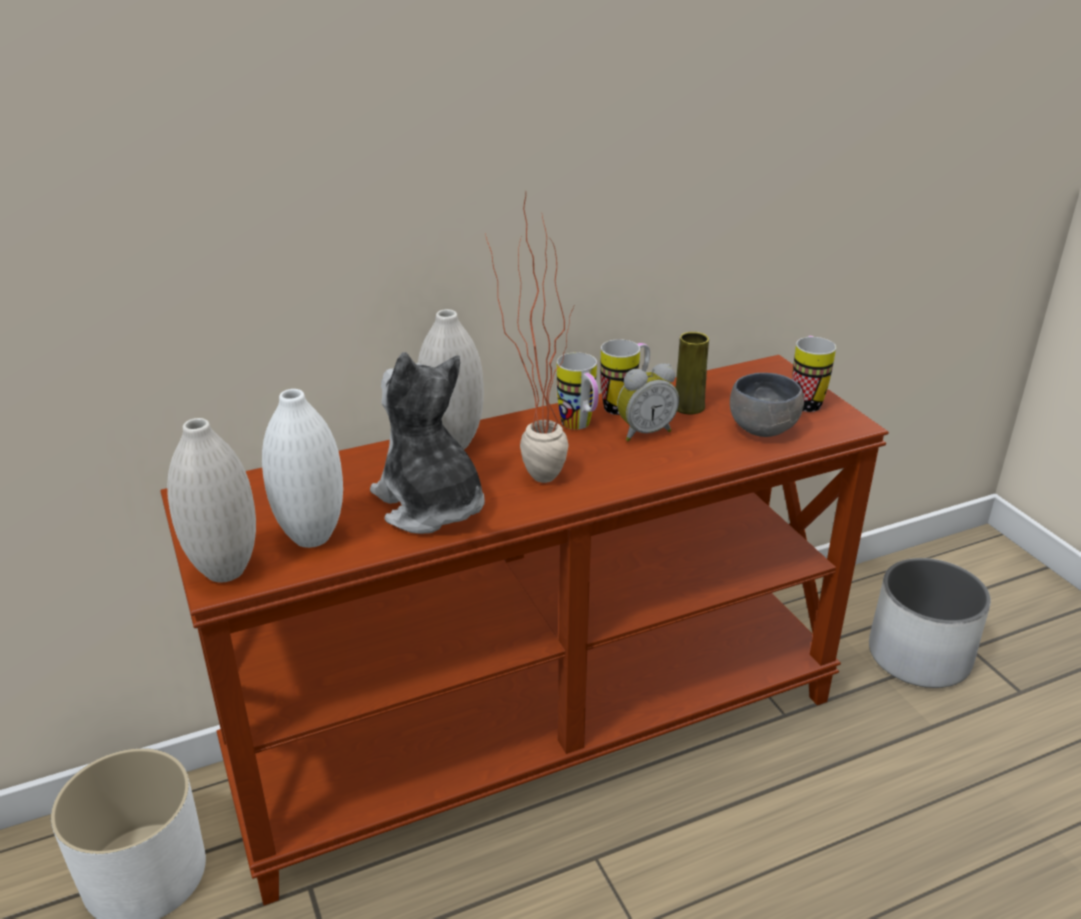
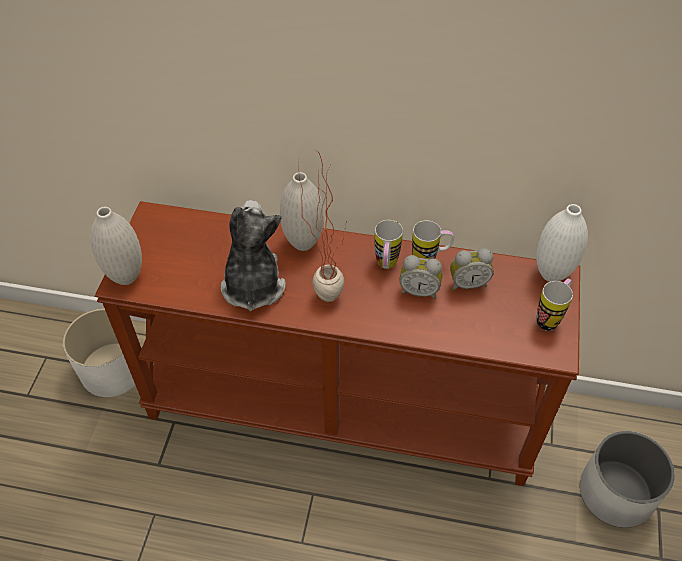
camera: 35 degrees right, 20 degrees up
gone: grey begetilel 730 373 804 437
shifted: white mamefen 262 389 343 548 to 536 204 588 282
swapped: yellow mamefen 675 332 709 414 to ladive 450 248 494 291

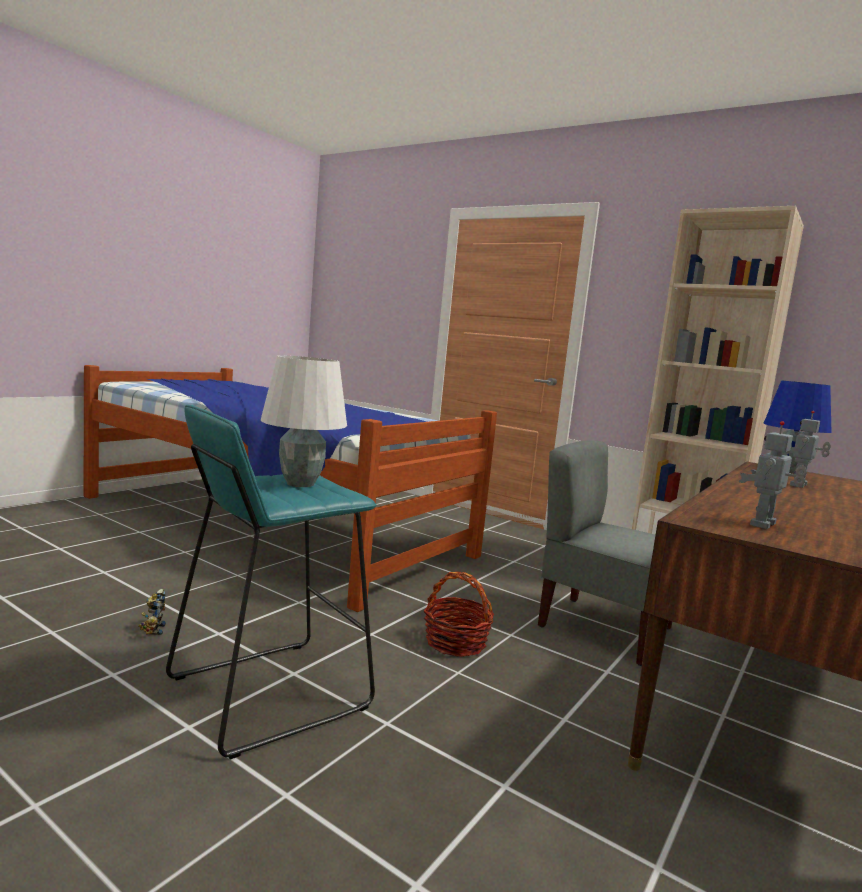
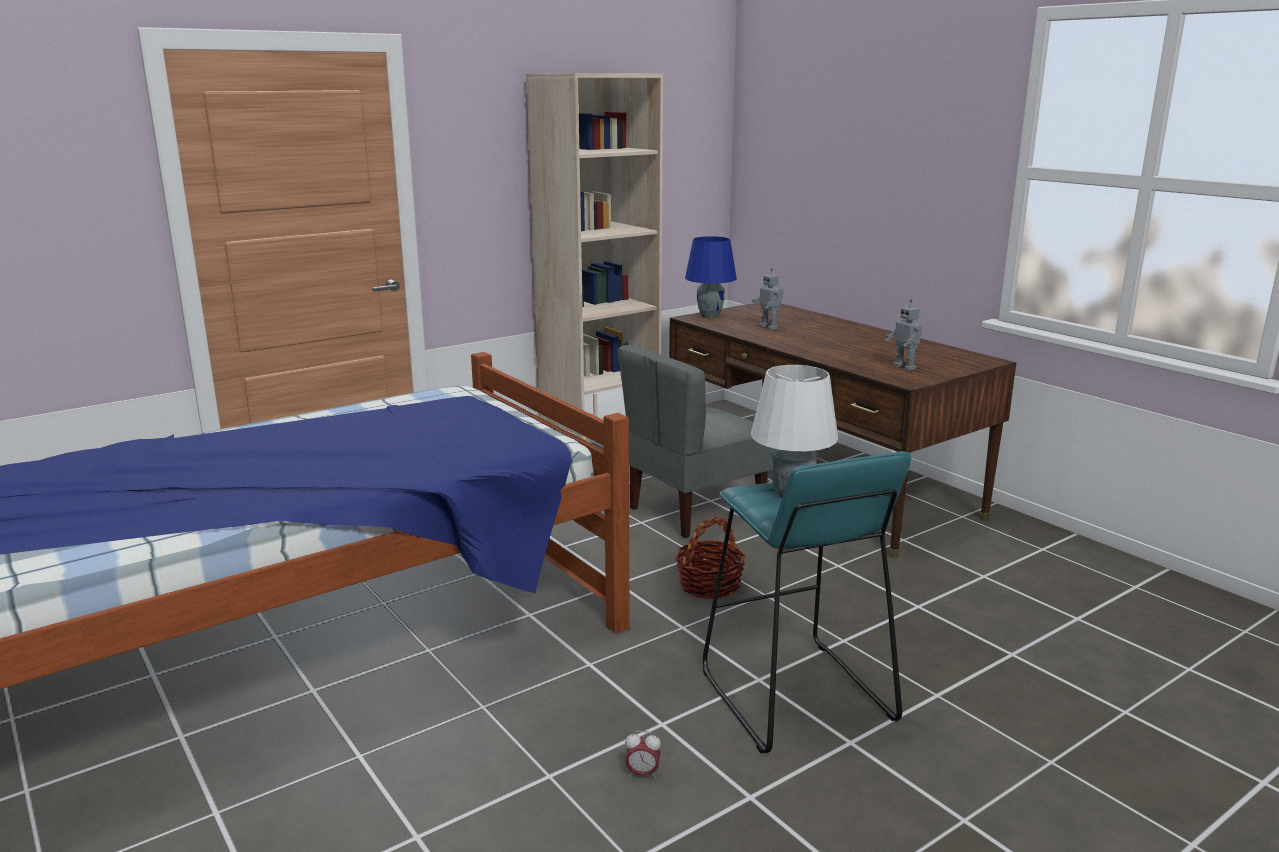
camera: 70 degrees left, 10 degrees up
swapped: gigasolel 138 589 166 635 to ladive 625 731 661 779

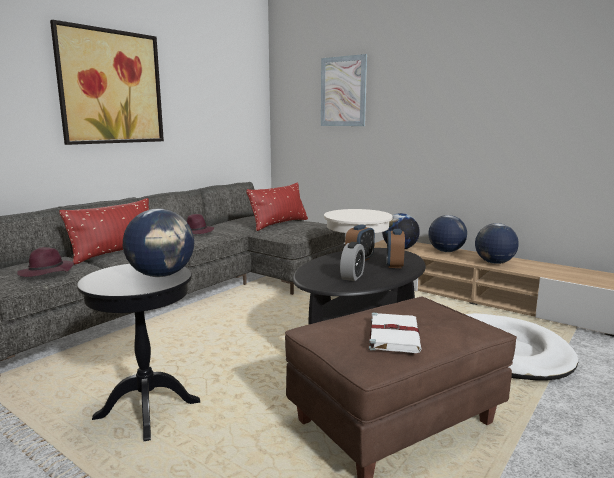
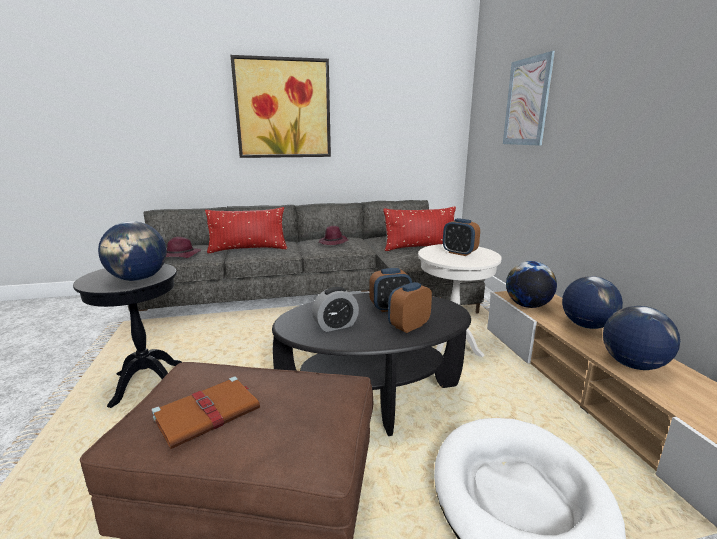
camera: 40 degrees right, 5 degrees up
new: ladive 443 218 480 256
repainted: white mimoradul 369 313 422 353 to brown mimoradul 151 377 260 449

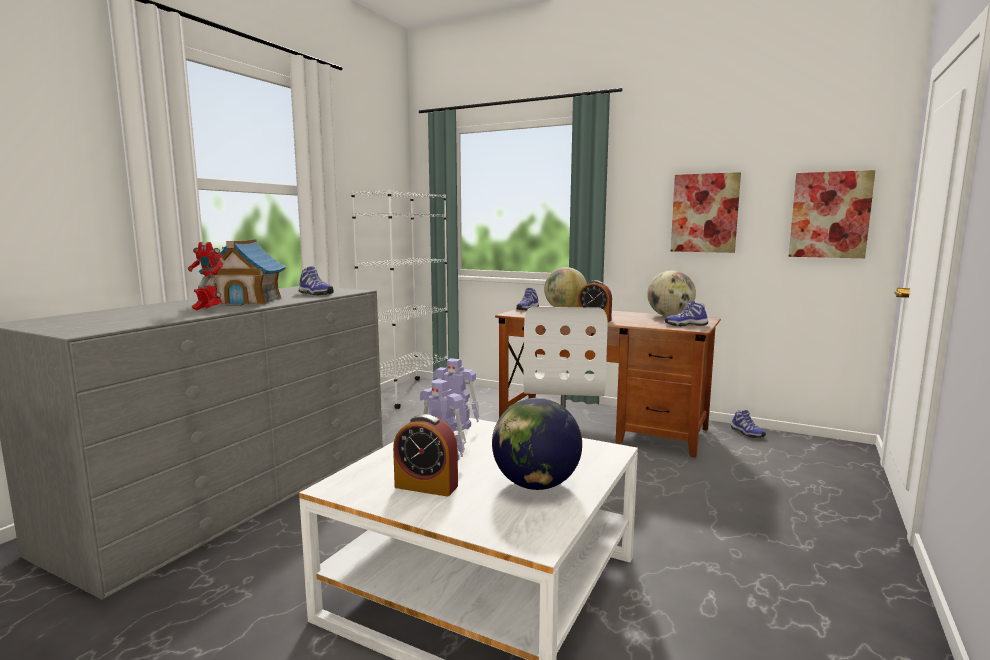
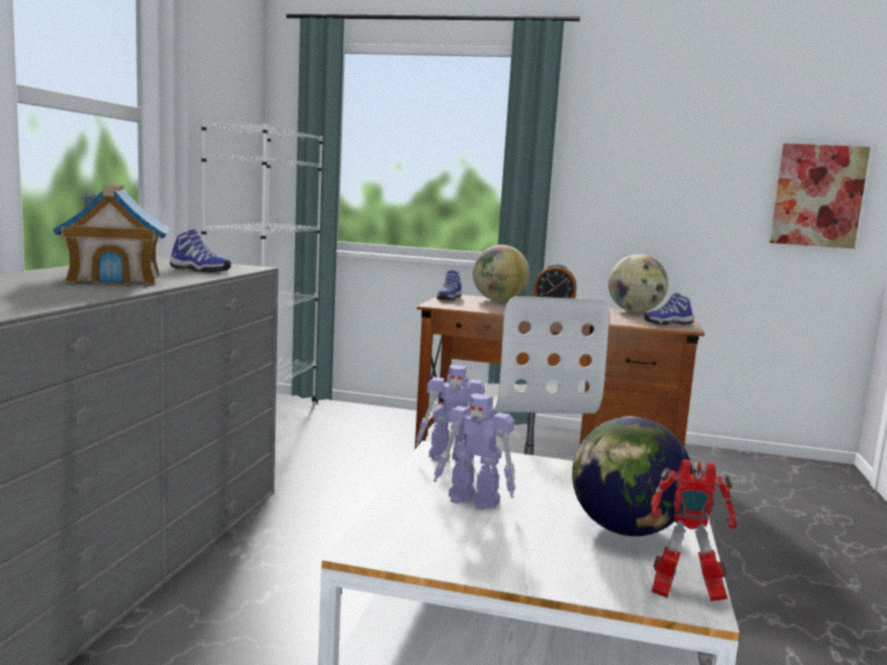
camera: 15 degrees left, 0 degrees up
gone: ladive 393 414 458 497; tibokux 671 172 741 253; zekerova 731 410 766 438
shifted: gigasolel 188 242 225 310 to 651 459 737 602

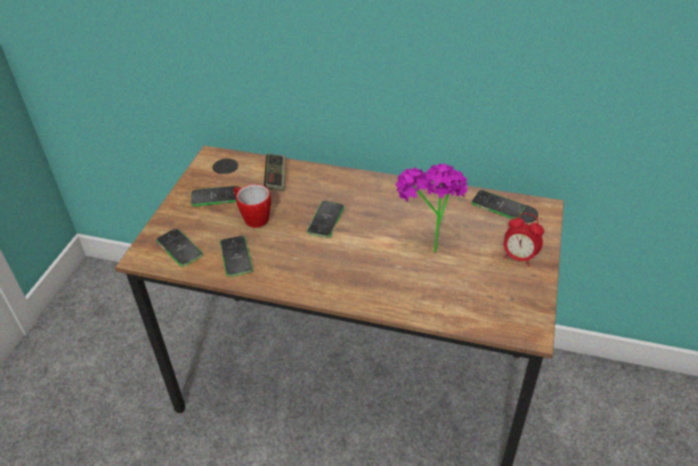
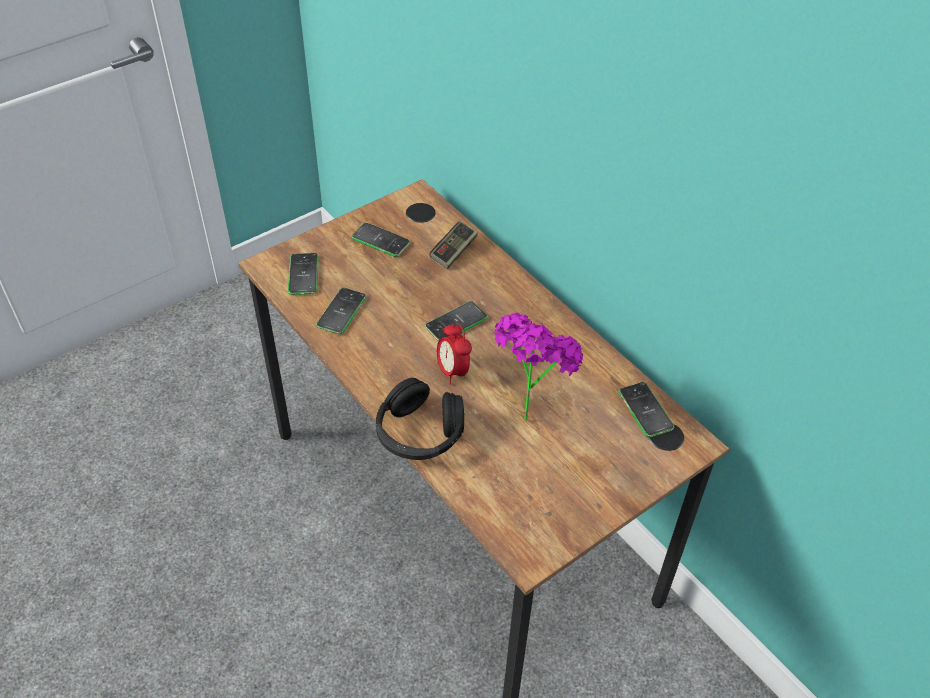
camera: 35 degrees right, 5 degrees up
gone: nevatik 234 184 271 228
new: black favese 376 378 465 460
shifted: ladive 504 213 544 267 to 437 323 472 384

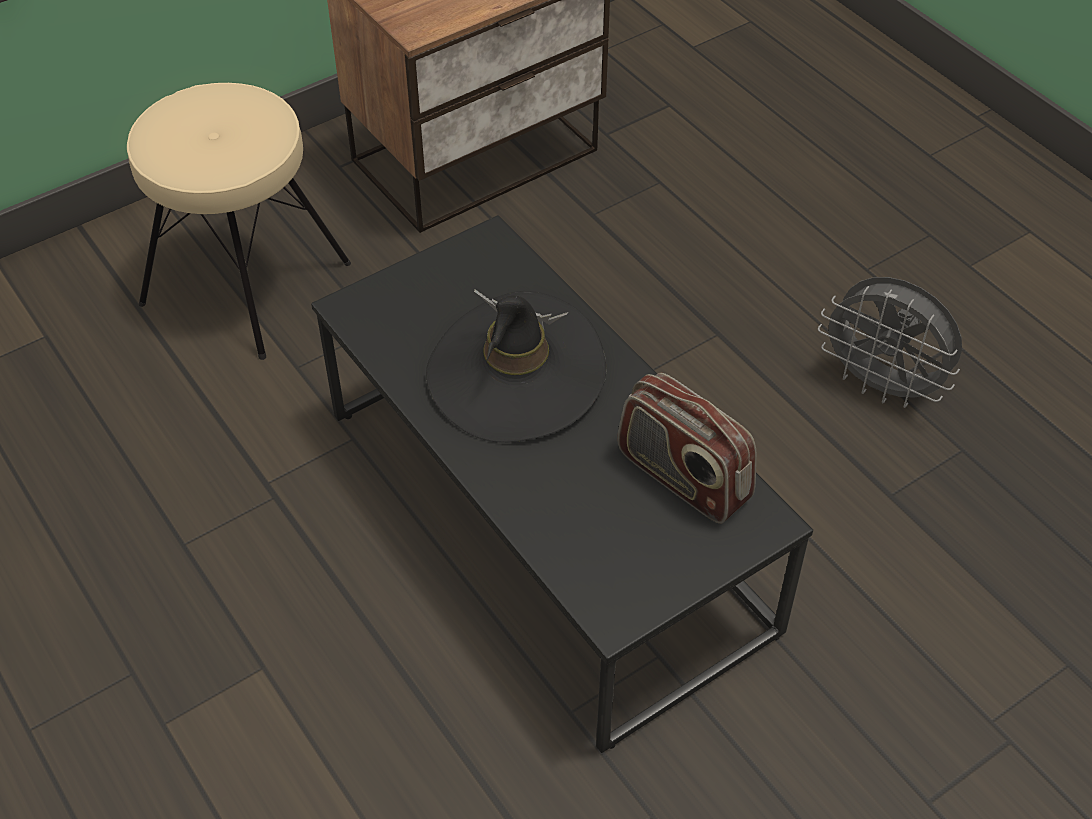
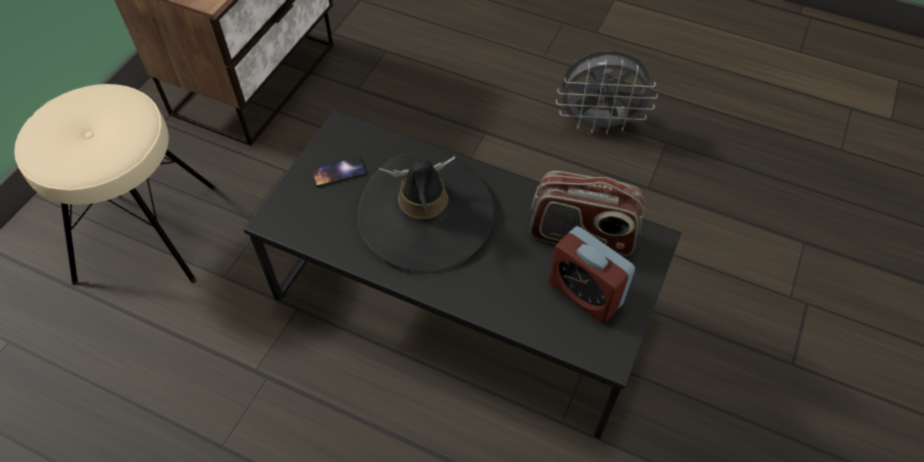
camera: 30 degrees left, 5 degrees up
new: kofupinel 311 156 366 187; ladive 549 226 635 323

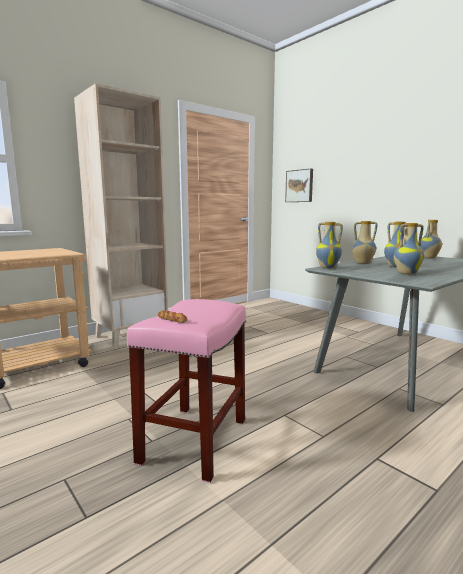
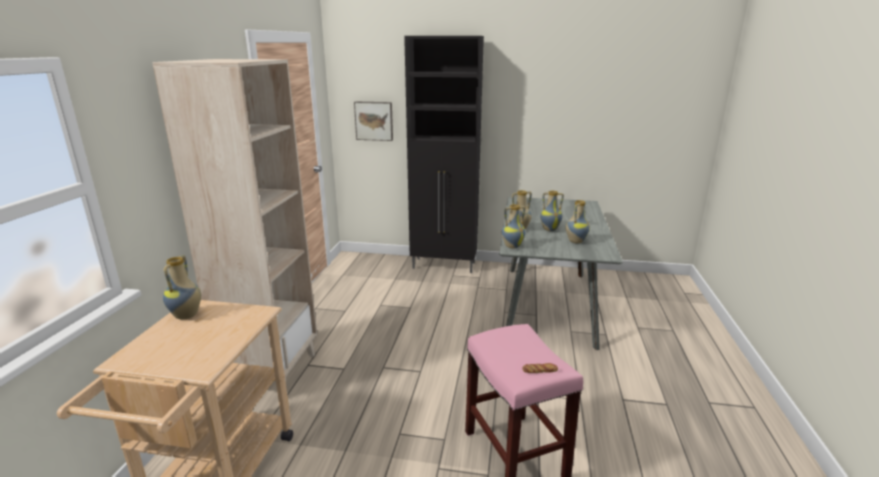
camera: 40 degrees left, 10 degrees up
new: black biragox 404 36 484 273
shifted: mamefen 420 220 442 258 to 163 255 201 320

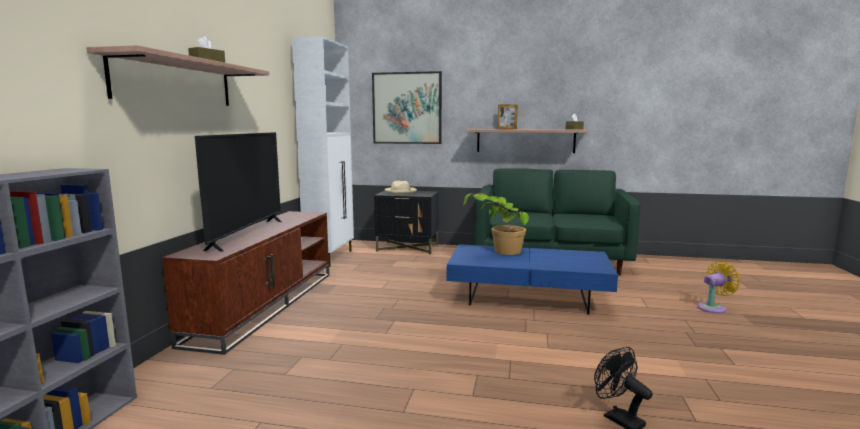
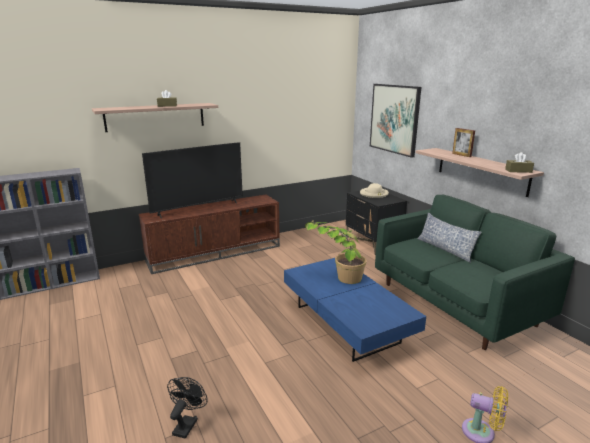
camera: 50 degrees right, 10 degrees up
gone: white biragox 292 36 354 267
new: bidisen 417 213 482 263

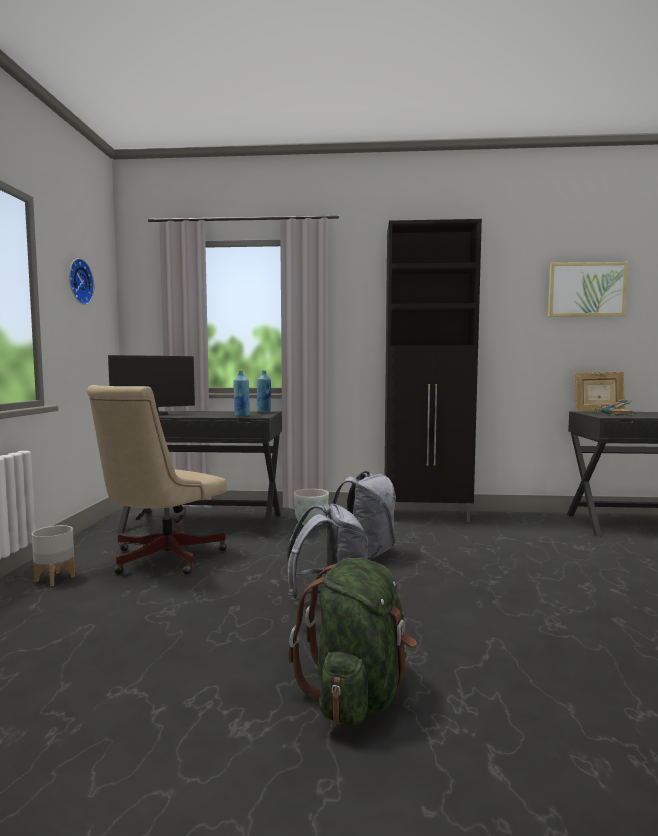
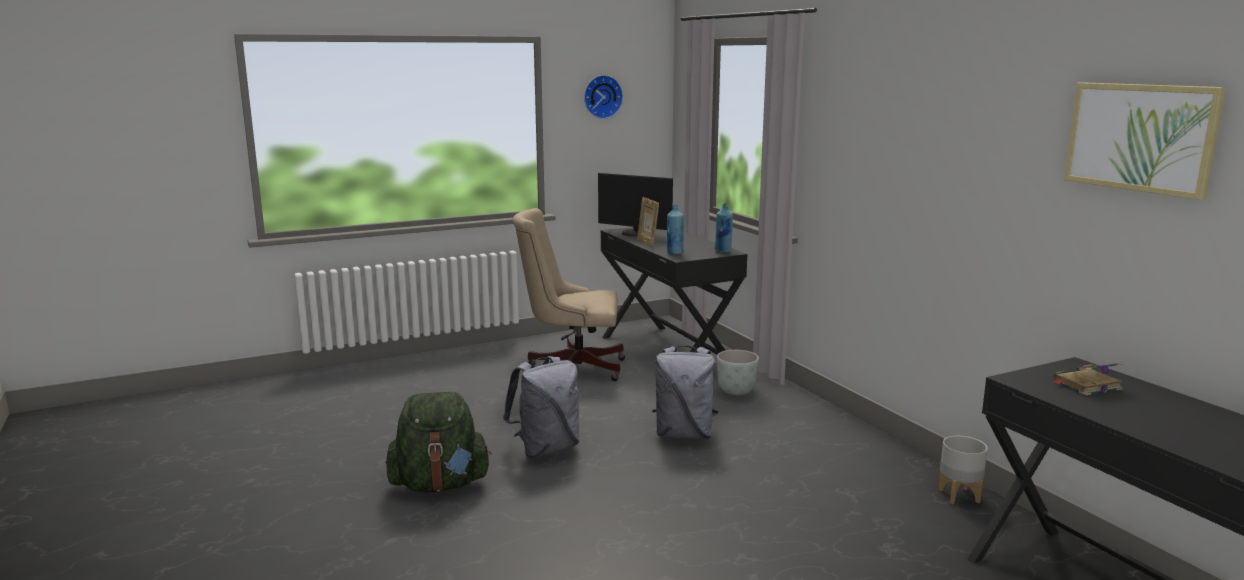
camera: 60 degrees right, 10 degrees up
gone: black biragox 385 219 482 522
shifted: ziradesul 575 371 625 412 to 637 197 659 248; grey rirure 32 525 75 586 to 938 436 988 504

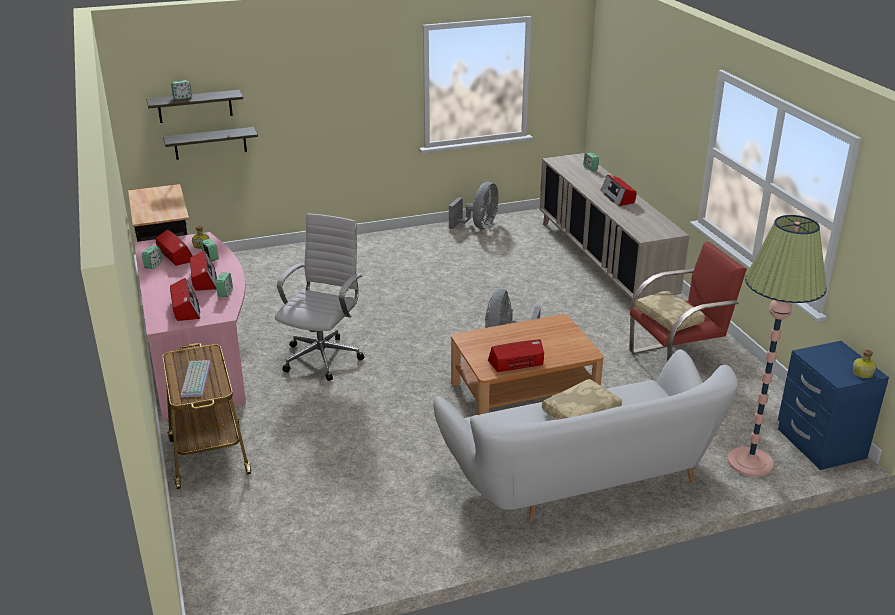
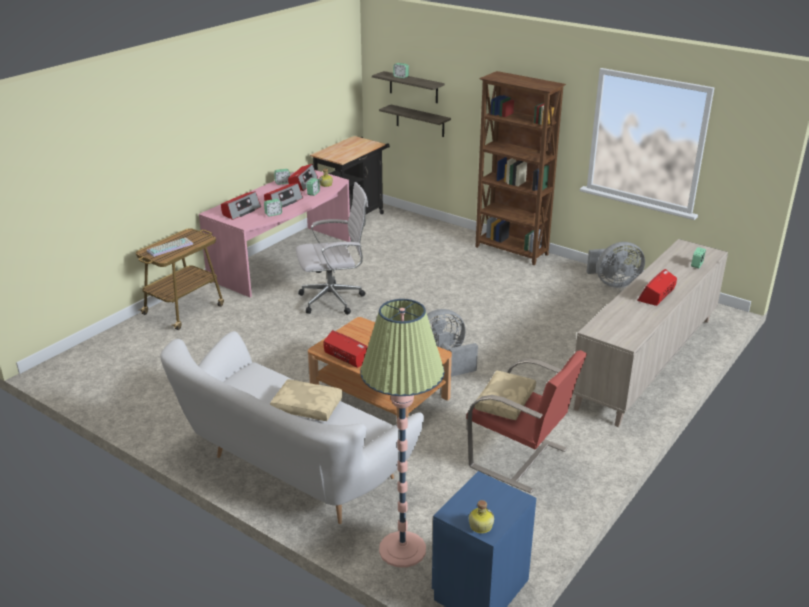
camera: 55 degrees right, 0 degrees up
new: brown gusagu 475 71 566 265

